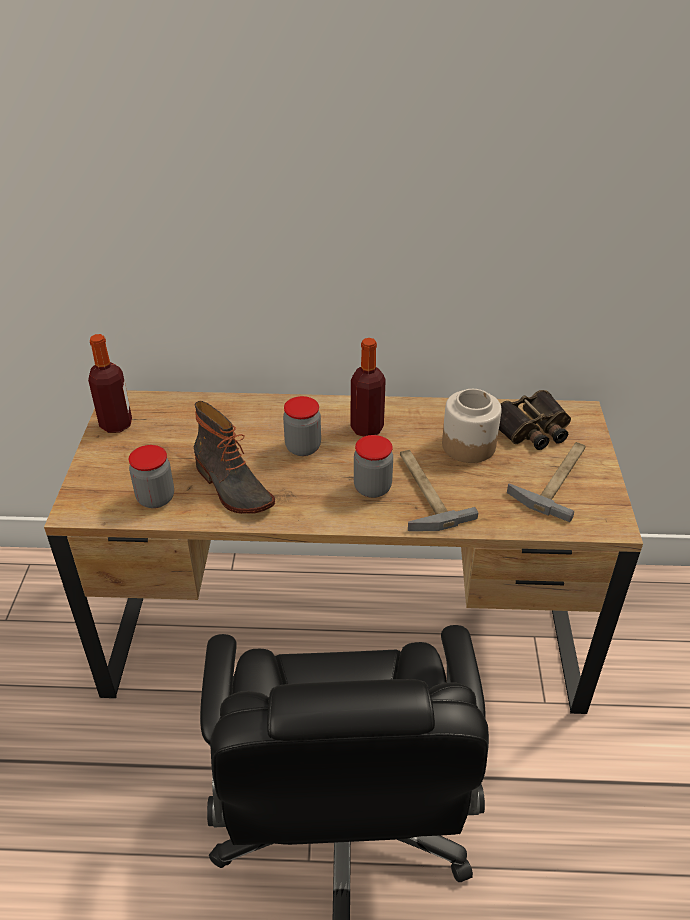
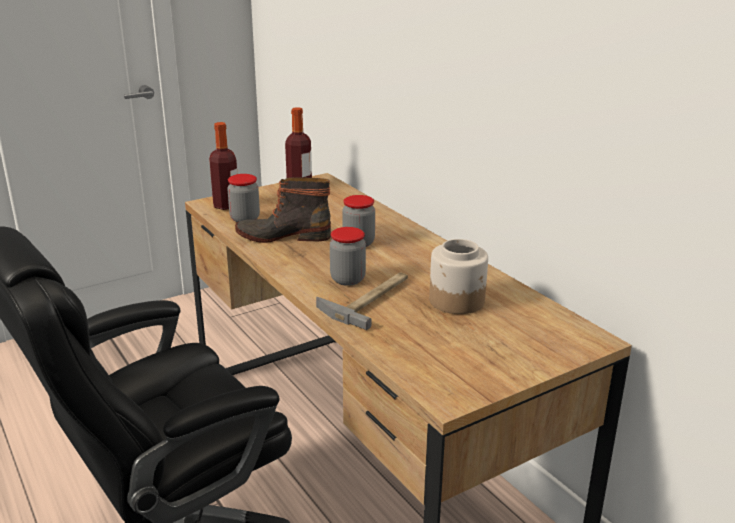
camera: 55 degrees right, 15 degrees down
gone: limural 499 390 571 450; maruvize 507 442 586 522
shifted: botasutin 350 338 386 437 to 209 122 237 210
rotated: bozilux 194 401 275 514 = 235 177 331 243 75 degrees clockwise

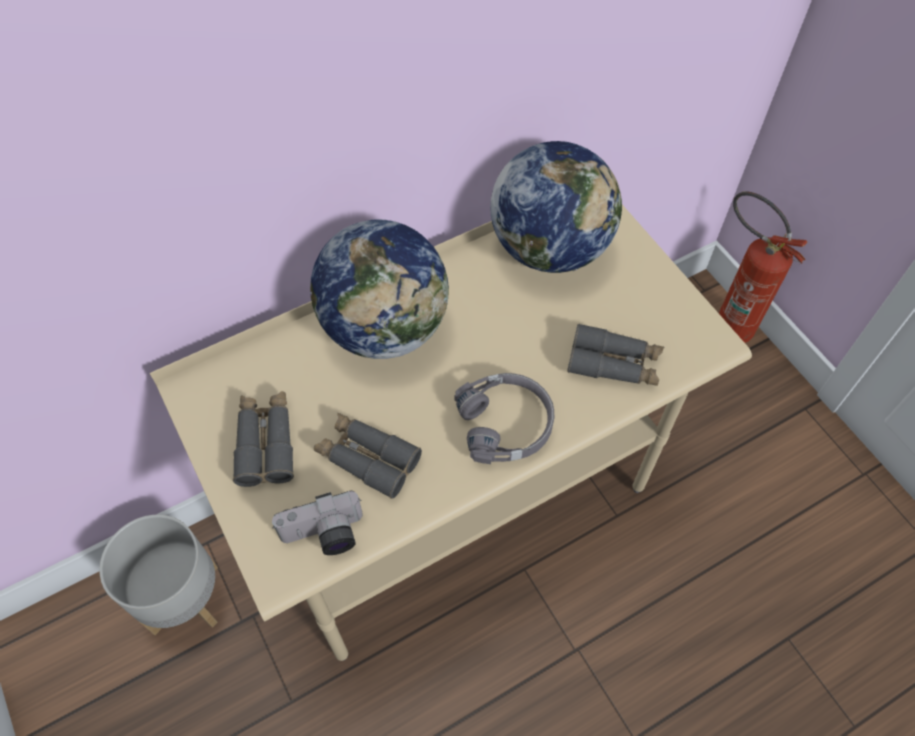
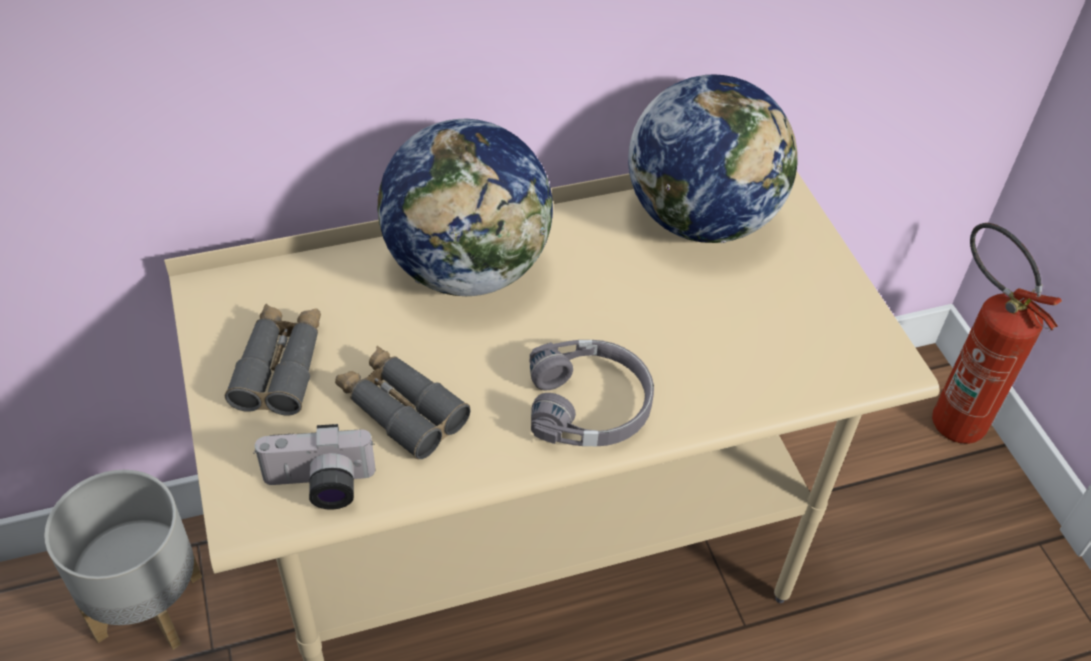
camera: 10 degrees right, 10 degrees down
gone: grey limural 567 323 664 386

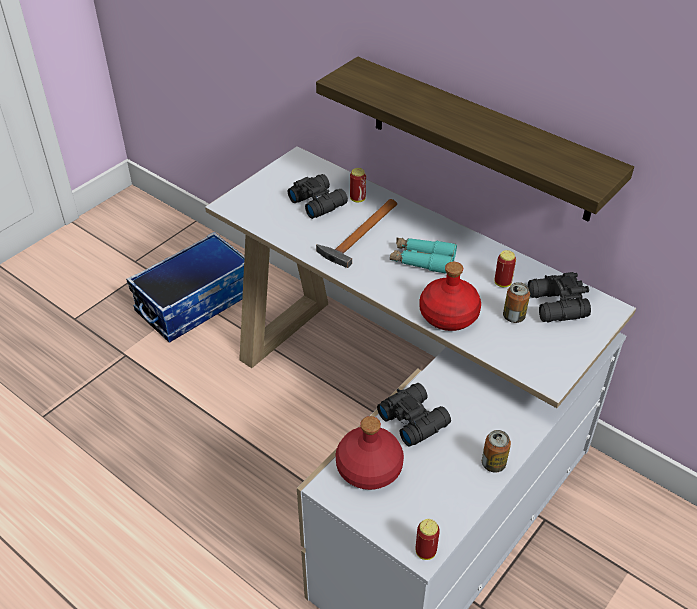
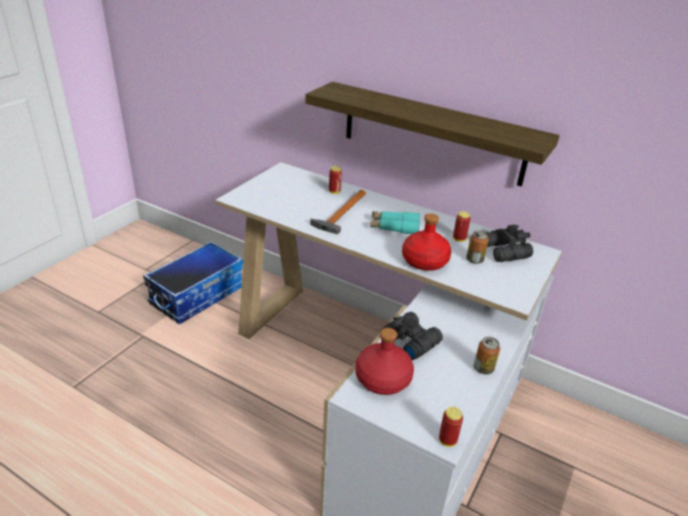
camera: 10 degrees left, 10 degrees down
gone: black limural 288 174 348 219

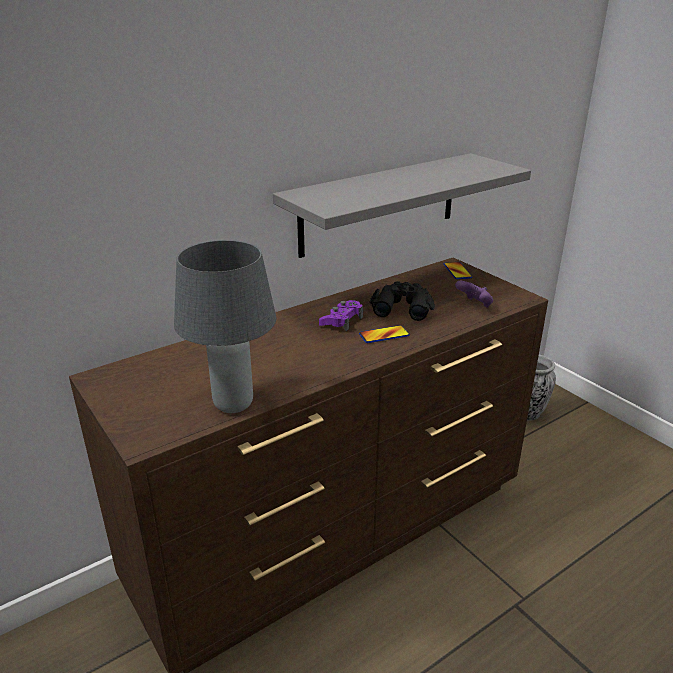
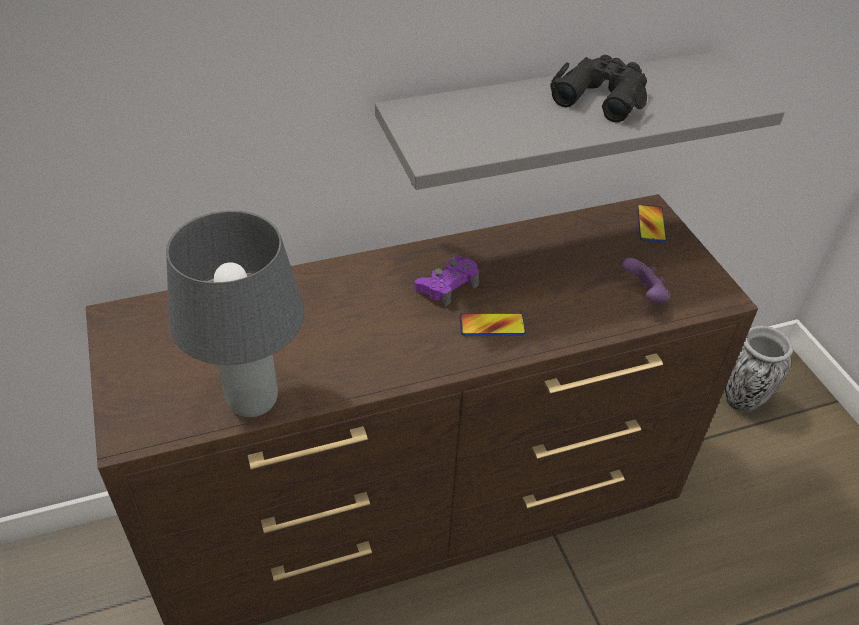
camera: 15 degrees right, 15 degrees up
shifted: black limural 370 281 435 321 to 550 55 647 123

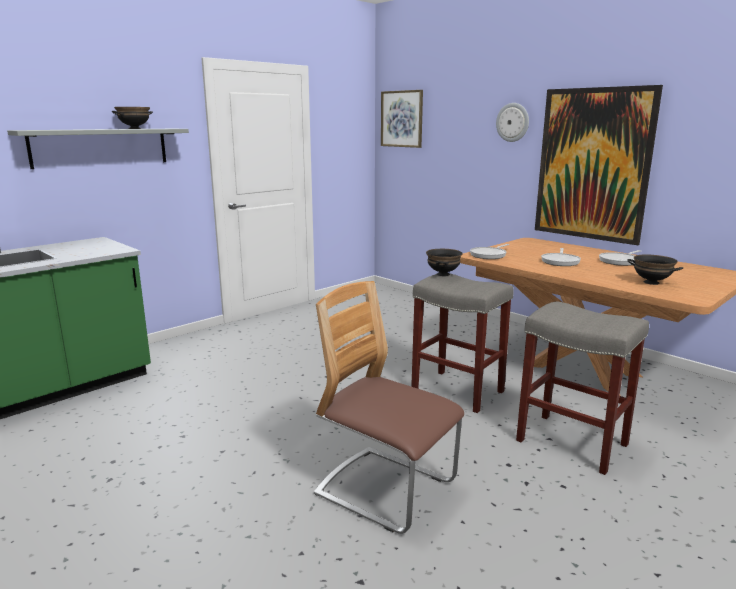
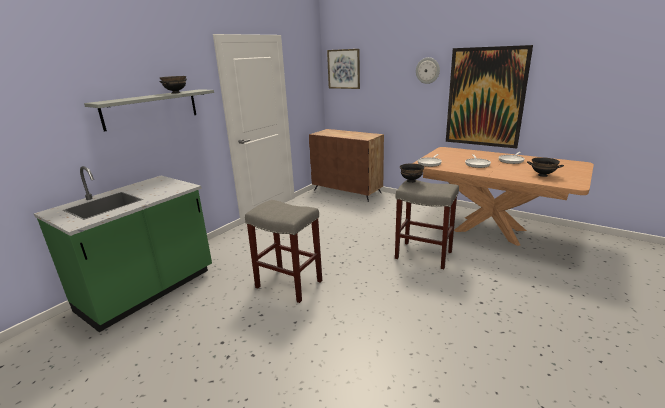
camera: 10 degrees left, 5 degrees up
gone: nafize 314 281 464 534
new: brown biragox 309 129 384 202
shifted: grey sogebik 516 301 649 475 to 245 200 322 303

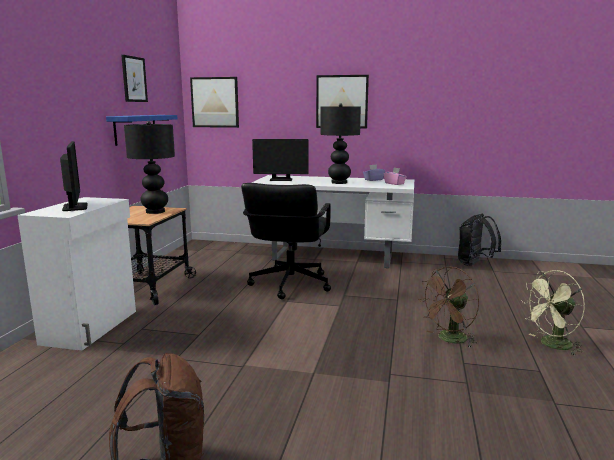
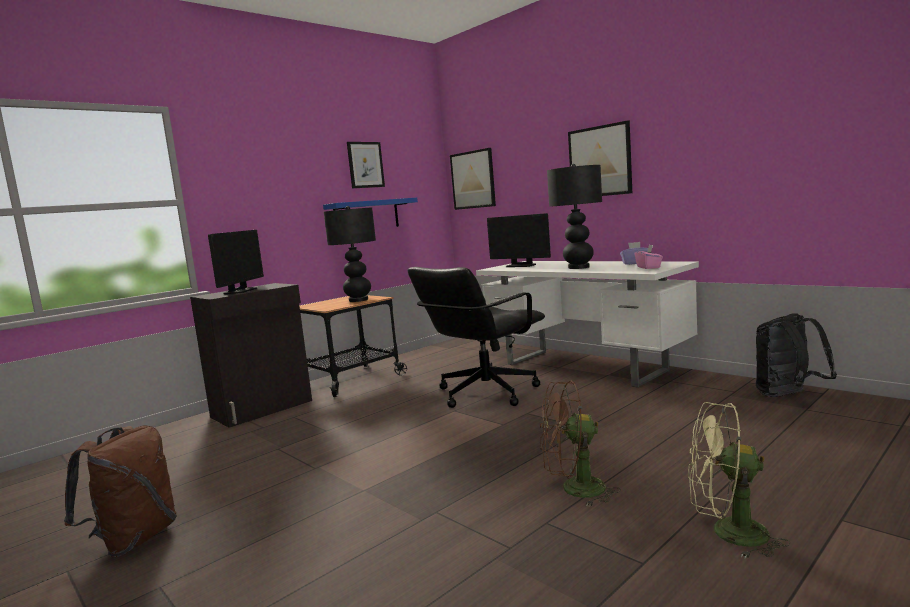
camera: 35 degrees right, 5 degrees down
repainted: white biragox 17 197 136 350 to black biragox 190 283 312 428

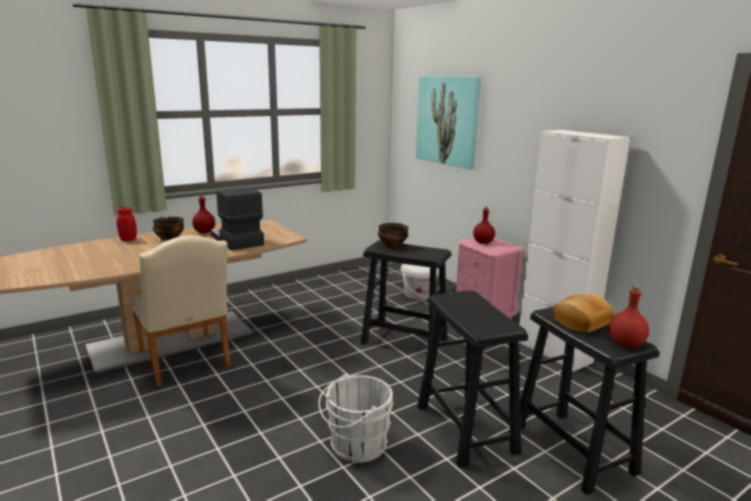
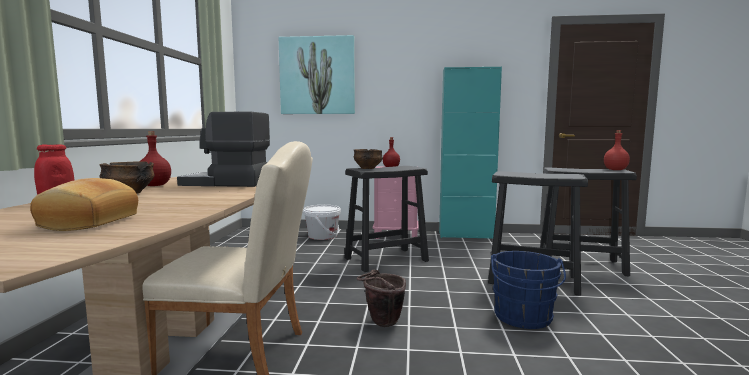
camera: 50 degrees left, 10 degrees down
new: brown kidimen 357 270 406 327
shifted: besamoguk 553 294 614 333 to 30 178 138 231
repainted: white biragox 518 130 630 372 to turquoise biragox 439 67 502 239; white kidimen 318 374 394 463 to blue kidimen 491 251 566 329

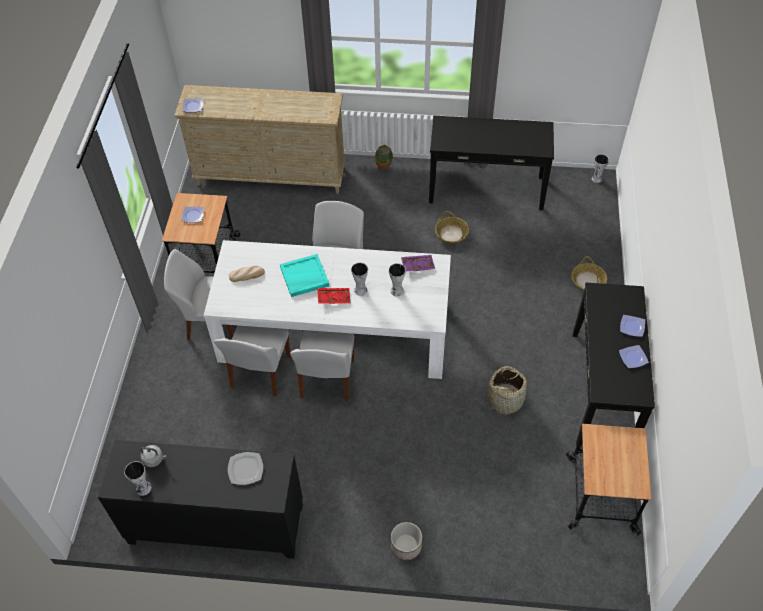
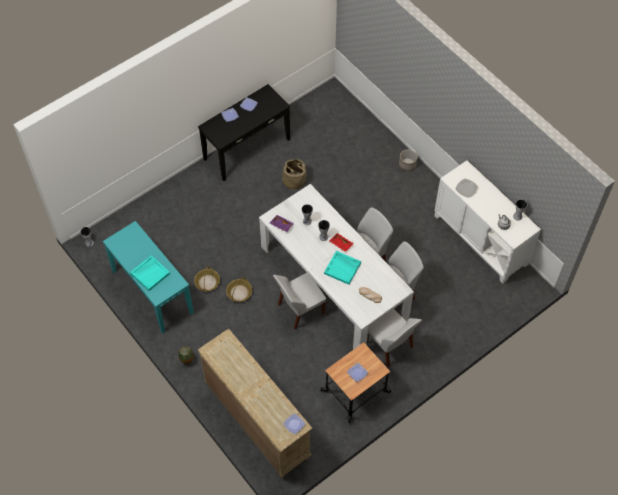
camera: 135 degrees left, 5 degrees up
gone: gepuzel 566 424 651 535
new: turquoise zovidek 130 255 170 291
shifted: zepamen 571 256 607 291 to 226 277 252 302
repainted: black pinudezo 429 116 554 210 to turquoise pinudezo 103 221 194 334; black biragox 98 440 303 559 to white biragox 435 160 541 283

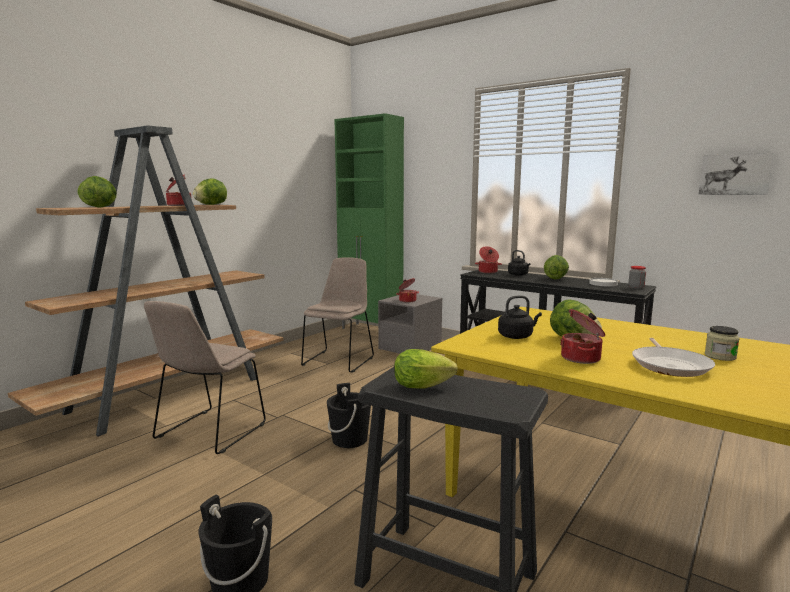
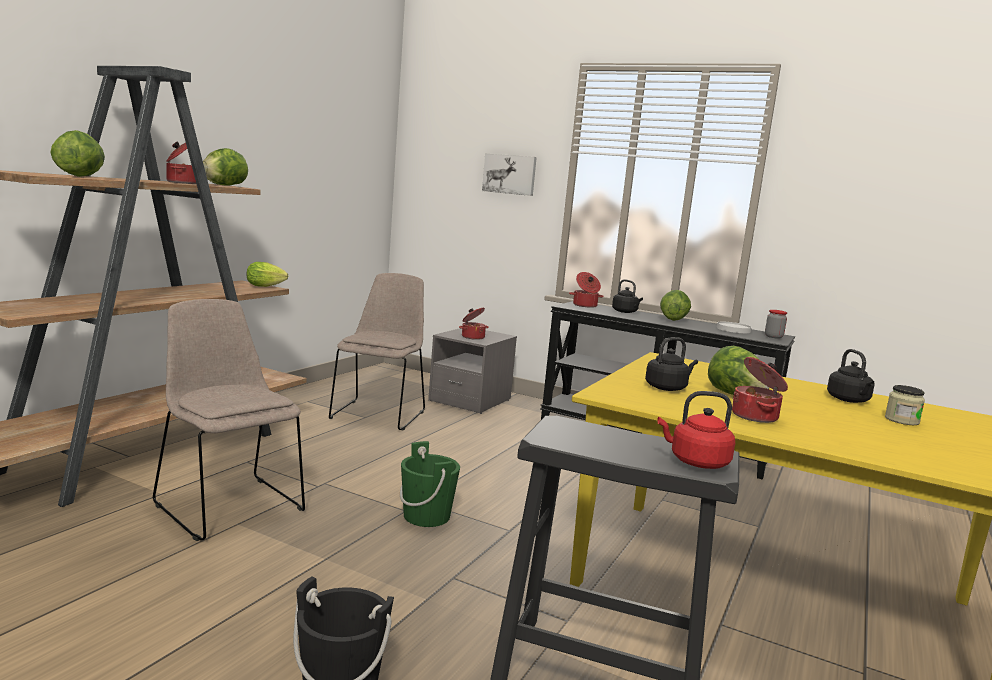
camera: 10 degrees left, 0 degrees up
gone: green biragox 334 113 404 329; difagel 632 338 715 377
new: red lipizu 657 391 735 469; black lipizu 827 349 874 403
shifted: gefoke 394 349 458 389 to 247 262 288 287; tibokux 699 153 774 195 to 482 153 537 196
repainted: black kidimen 327 383 371 448 to green kidimen 400 441 460 527
rotated: beige nafize 144 301 266 454 = 153 299 305 541 120 degrees clockwise

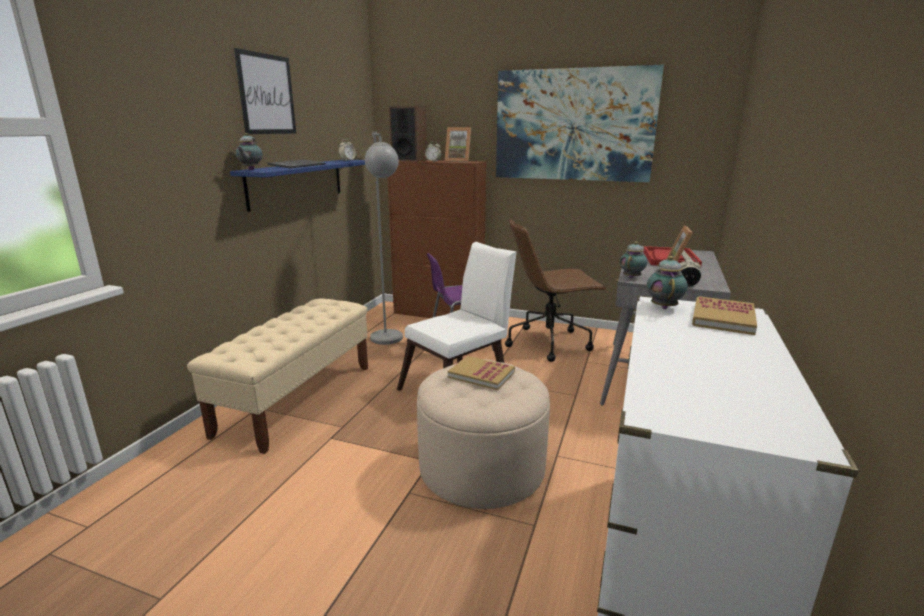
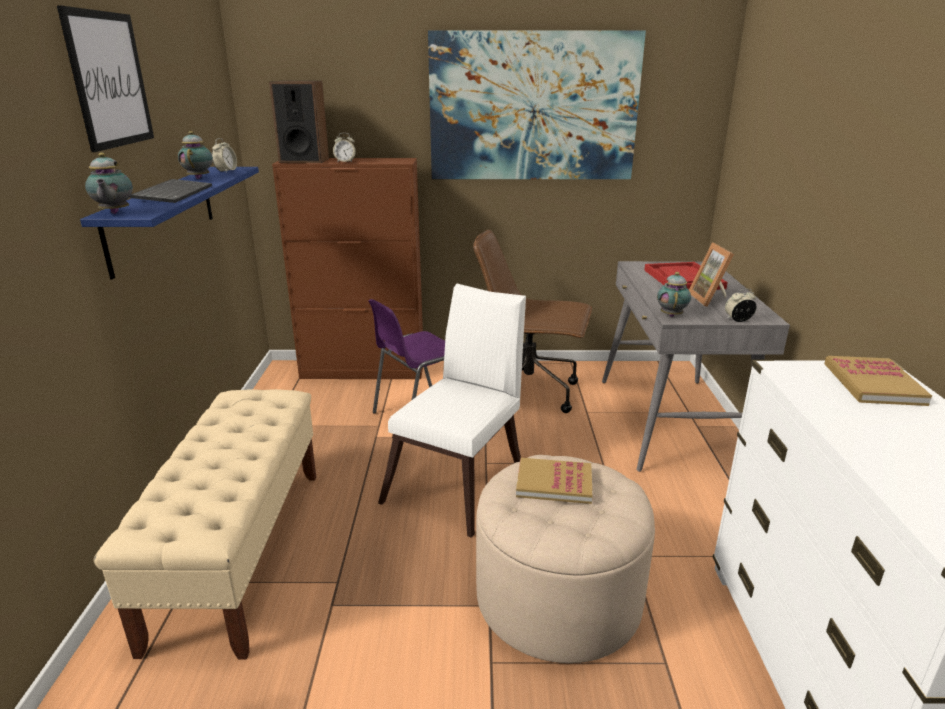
camera: 20 degrees left, 5 degrees up
gone: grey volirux 365 132 403 345; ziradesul 445 127 471 162
shifted: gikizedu 647 256 688 309 to 178 131 213 179
rotated: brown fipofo 505 220 607 362 = 473 230 592 413 45 degrees clockwise

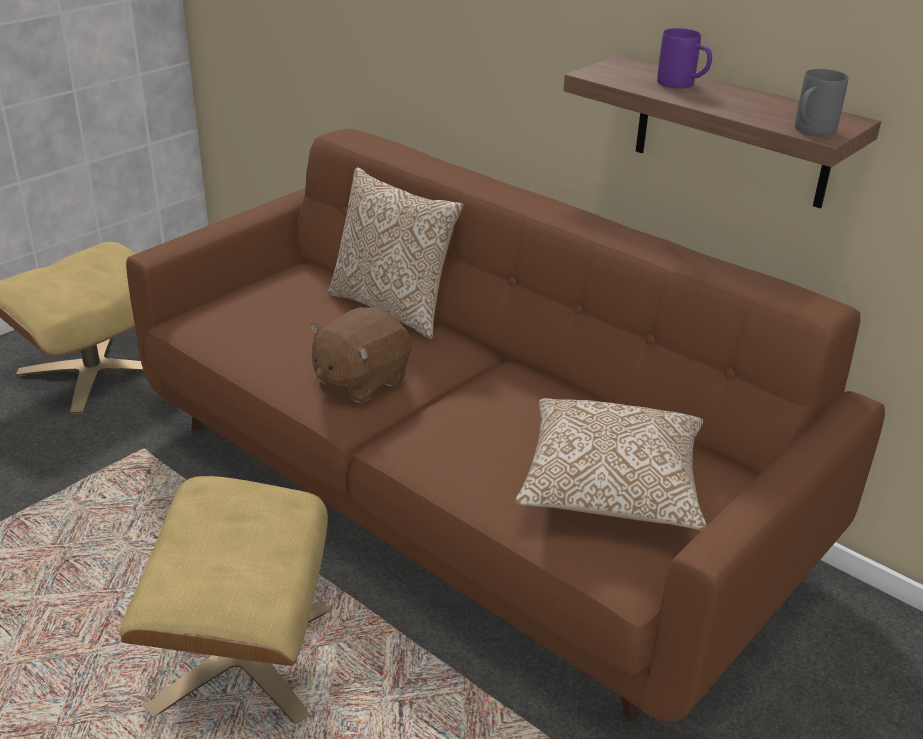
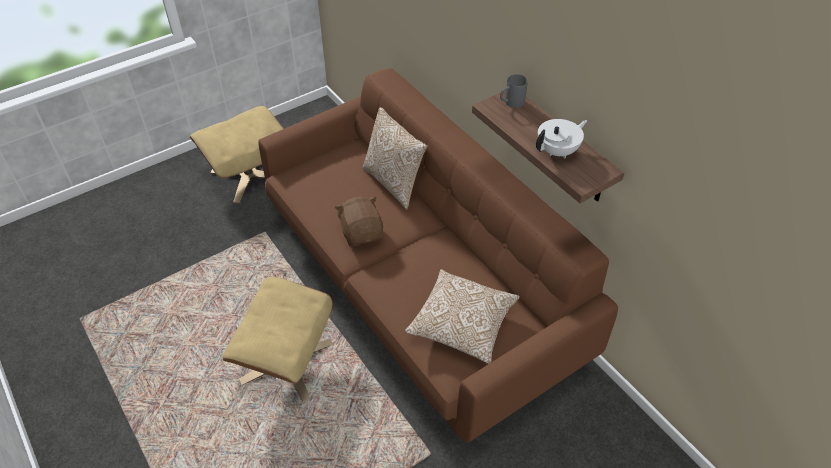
camera: 15 degrees right, 15 degrees up
gone: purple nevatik 657 28 712 88
new: white gikizedu 536 119 587 158
shifted: grey nevatik 795 69 849 136 to 500 74 528 108
rotated: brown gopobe 310 307 412 403 = 335 197 383 246 105 degrees clockwise

